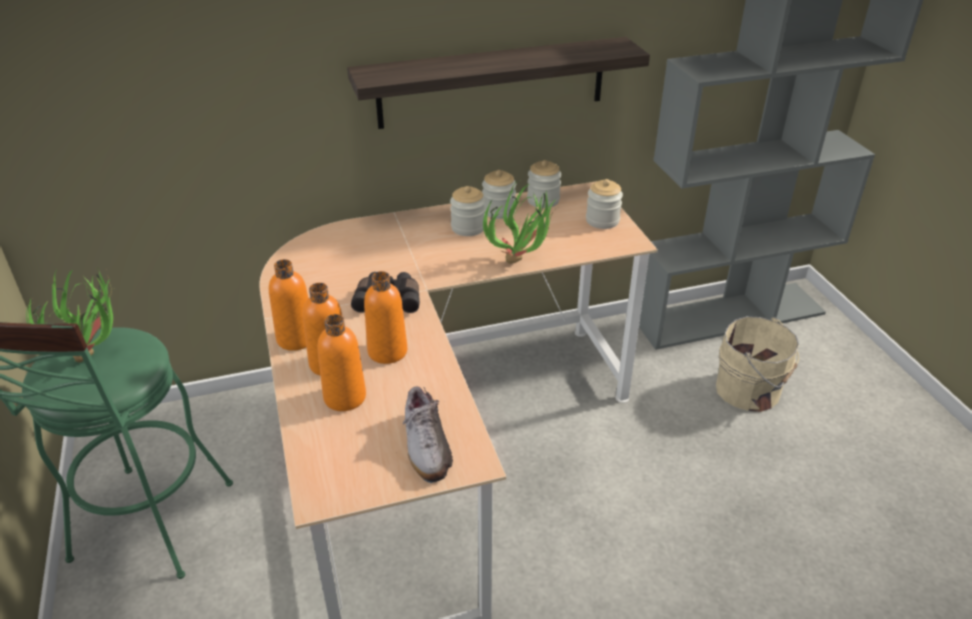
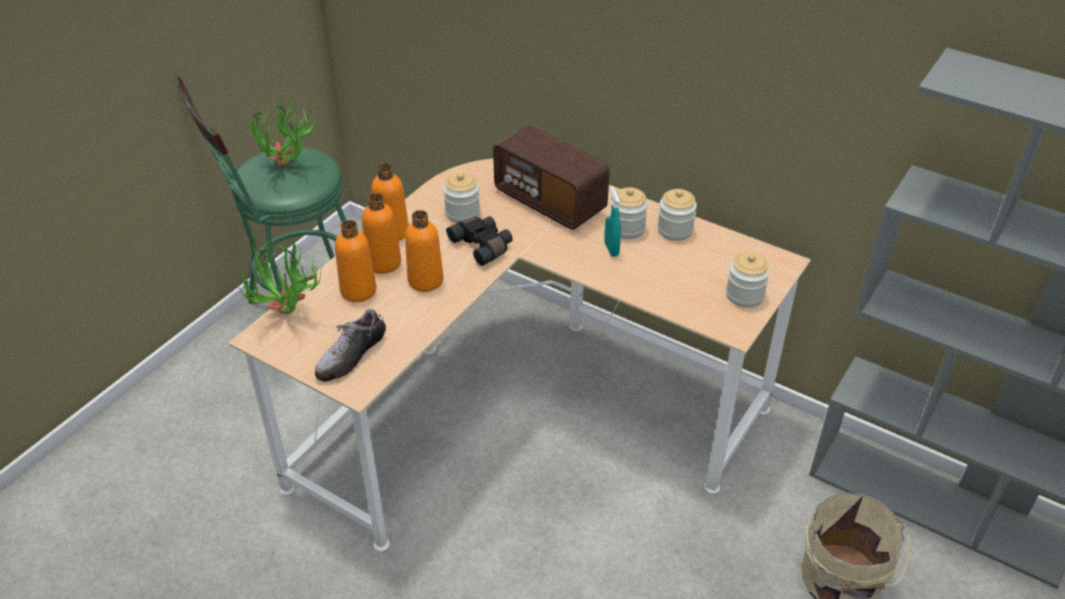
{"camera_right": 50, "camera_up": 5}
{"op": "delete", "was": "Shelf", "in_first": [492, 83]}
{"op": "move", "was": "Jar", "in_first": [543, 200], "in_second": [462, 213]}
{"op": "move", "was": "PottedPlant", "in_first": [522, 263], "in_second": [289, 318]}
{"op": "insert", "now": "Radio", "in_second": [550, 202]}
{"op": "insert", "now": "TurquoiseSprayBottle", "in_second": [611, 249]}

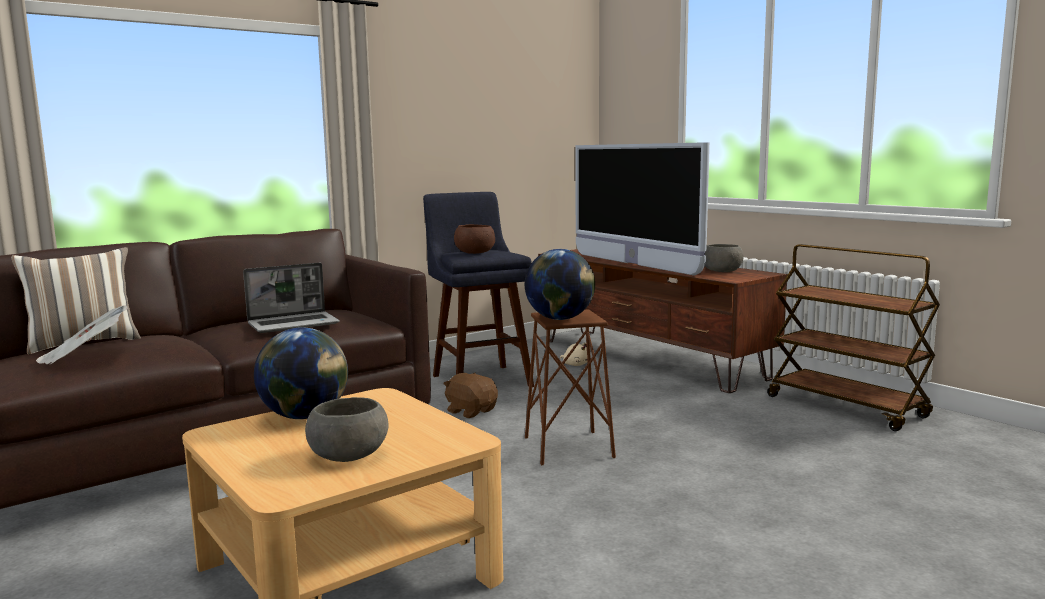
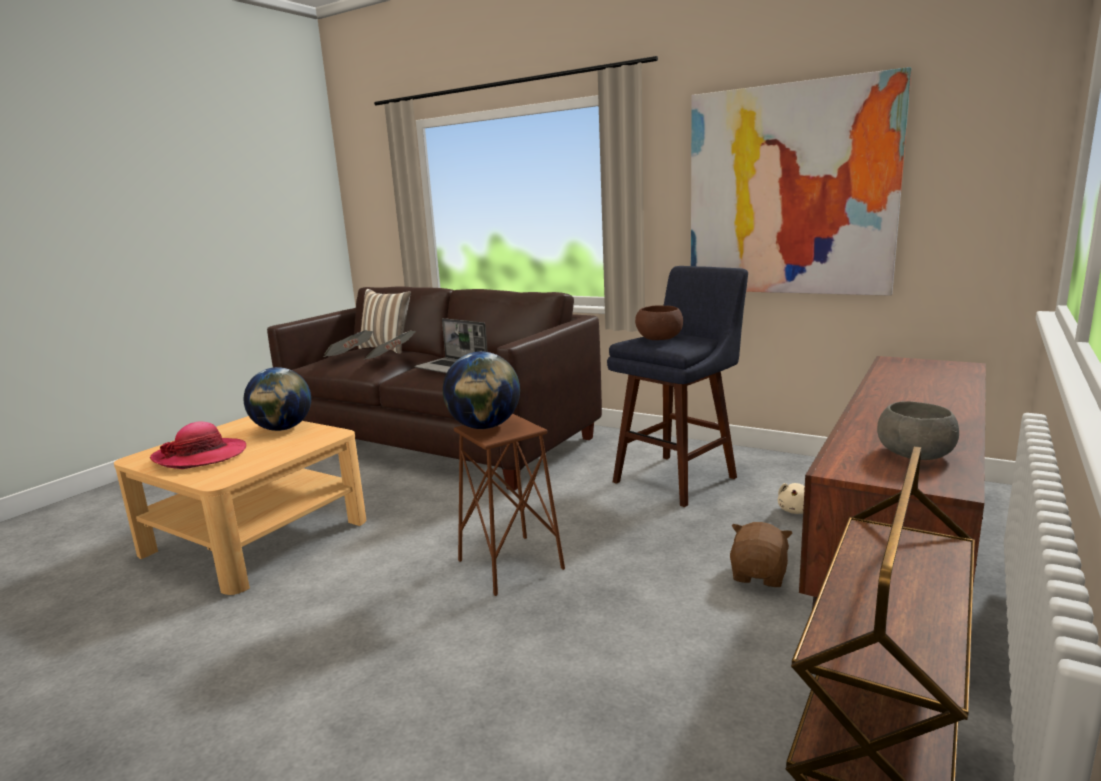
{"camera_right": 70, "camera_up": 5}
{"op": "delete", "was": "Television", "in_first": [634, 264]}
{"op": "move", "was": "BrownPlushToy", "in_first": [471, 411], "in_second": [759, 575]}
{"op": "replace", "was": "GreyBowl", "now": "Hat", "in_first": [349, 454], "in_second": [201, 456]}
{"op": "insert", "now": "Picture", "in_second": [789, 191]}
{"op": "insert", "now": "Newspaper", "in_second": [391, 359]}

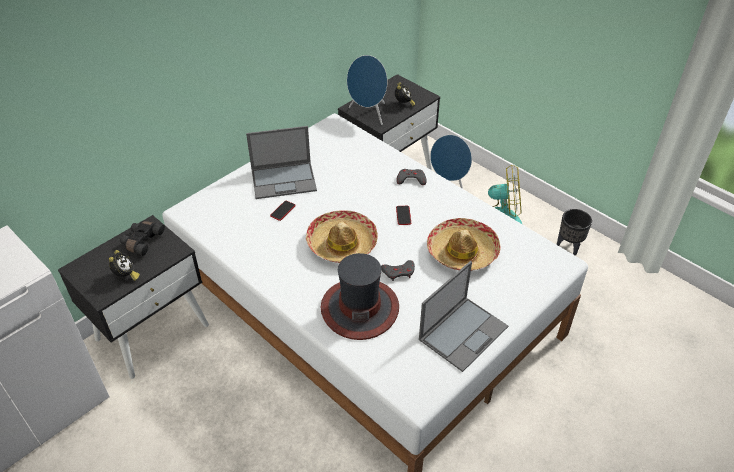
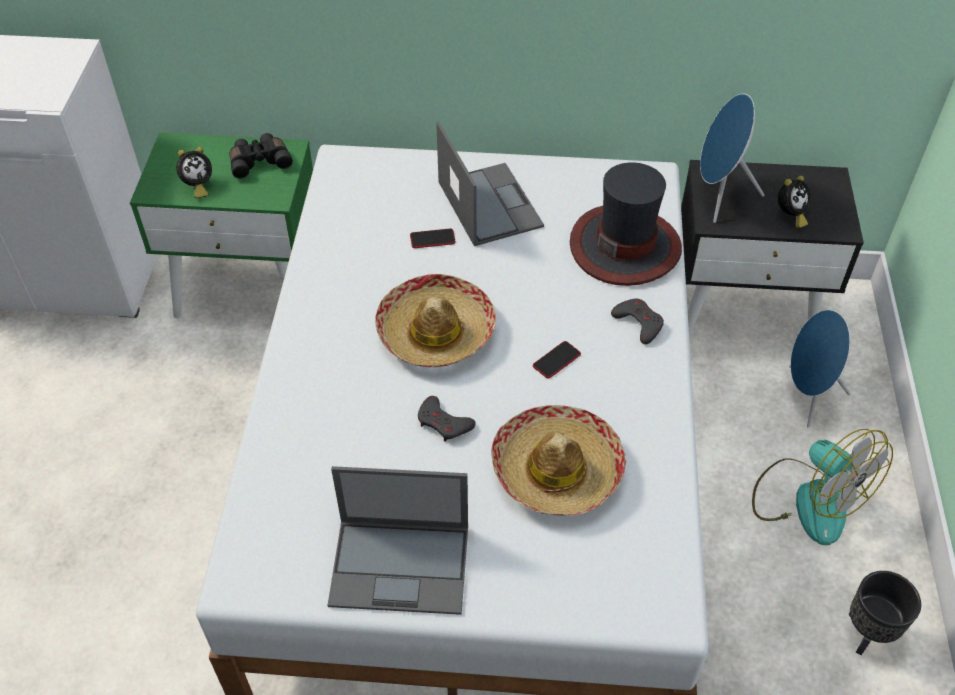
{"camera_right": 50, "camera_up": 5}
{"op": "rotate", "was": "Laptop", "in_first": [284, 180], "in_second": [488, 203], "clockwise": -150}
{"op": "recolor", "was": "BlackNightstand", "now": "GreenNightstand", "in_first": [152, 331], "in_second": [250, 285]}
{"op": "move", "was": "Hat", "in_first": [359, 308], "in_second": [625, 246]}

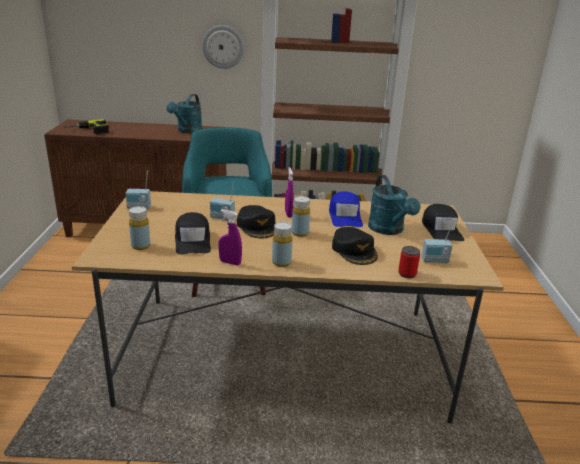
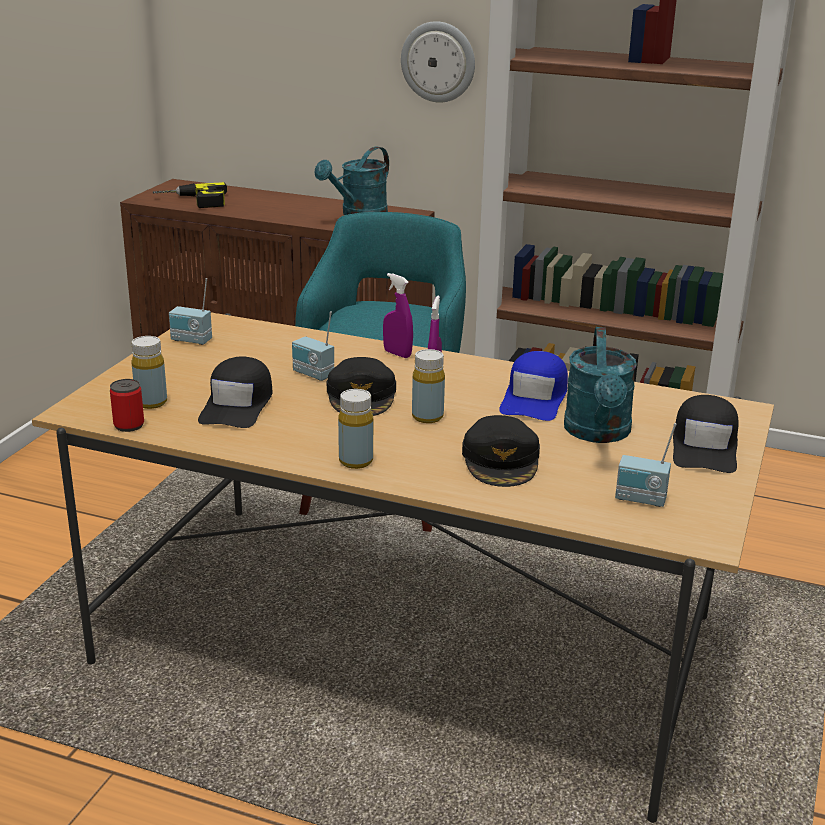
{"camera_right": 20, "camera_up": 0}
{"op": "move", "was": "PurpleSprayBottle", "in_first": [230, 262], "in_second": [397, 354]}
{"op": "move", "was": "Can", "in_first": [407, 274], "in_second": [129, 425]}

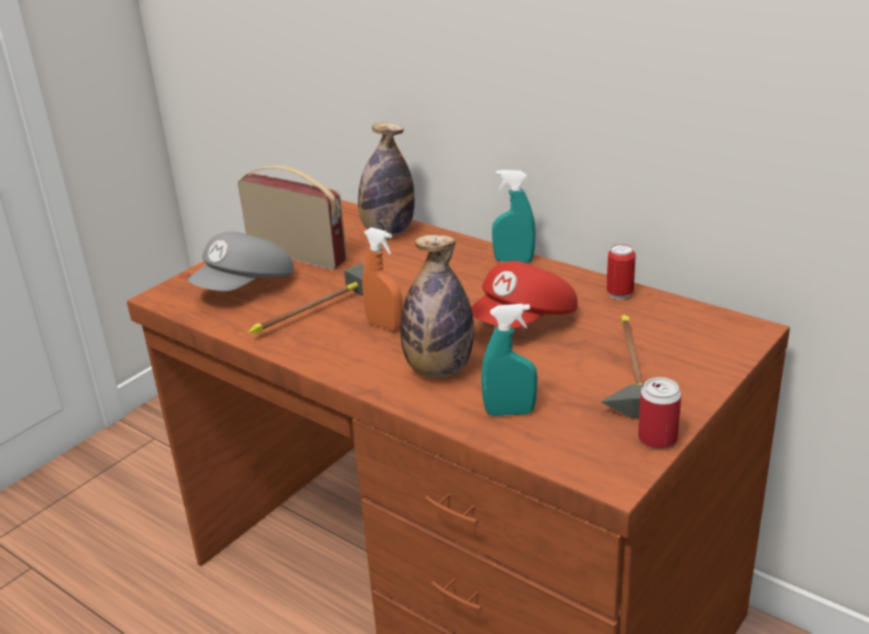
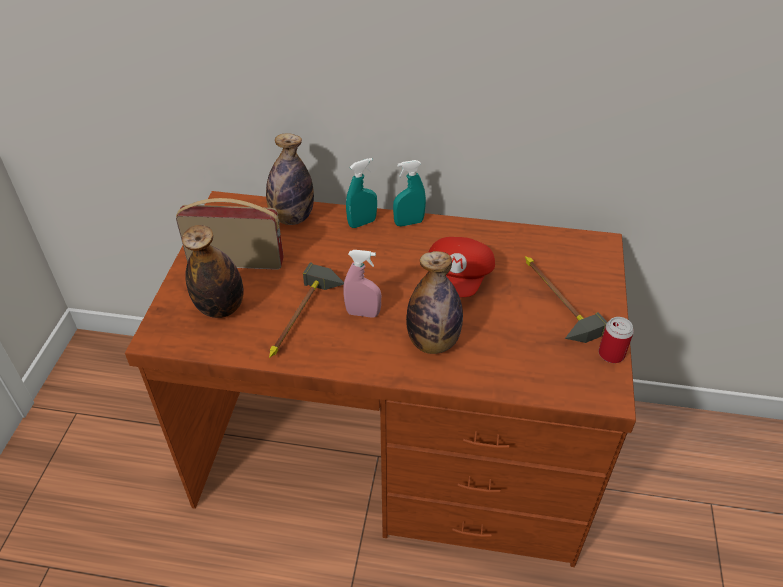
{"camera_right": -30, "camera_up": 15}
{"op": "recolor", "was": "OrangeSprayBottle", "now": "PinkSprayBottle", "in_first": [385, 325], "in_second": [363, 313]}
{"op": "replace", "was": "GreyCap", "now": "Bottle", "in_first": [246, 287], "in_second": [221, 307]}
{"op": "delete", "was": "Can", "in_first": [619, 294]}
{"op": "move", "was": "TurquoiseSprayBottle", "in_first": [510, 412], "in_second": [362, 223]}

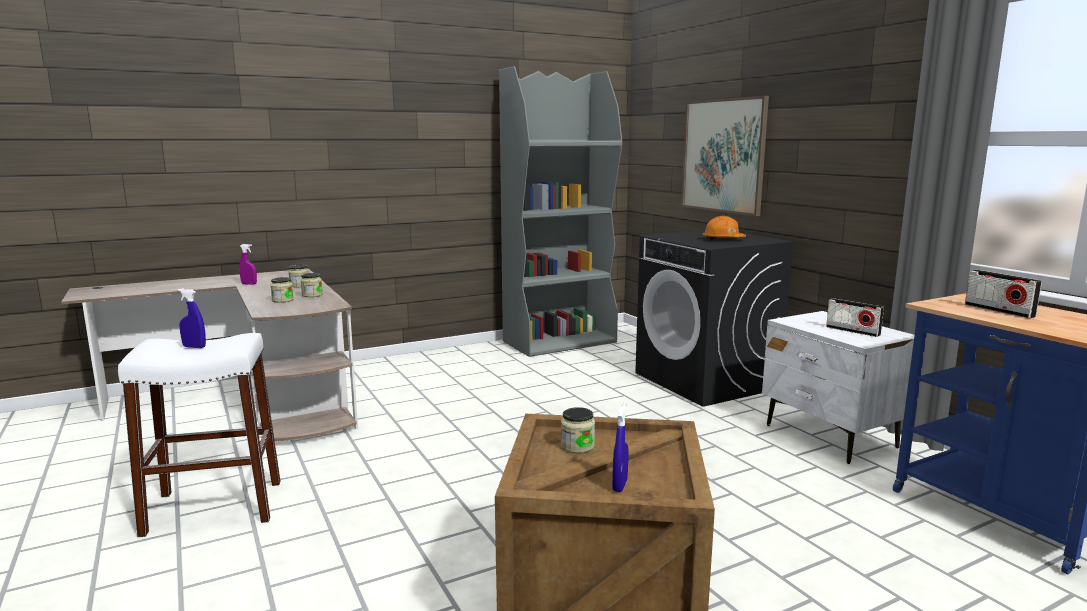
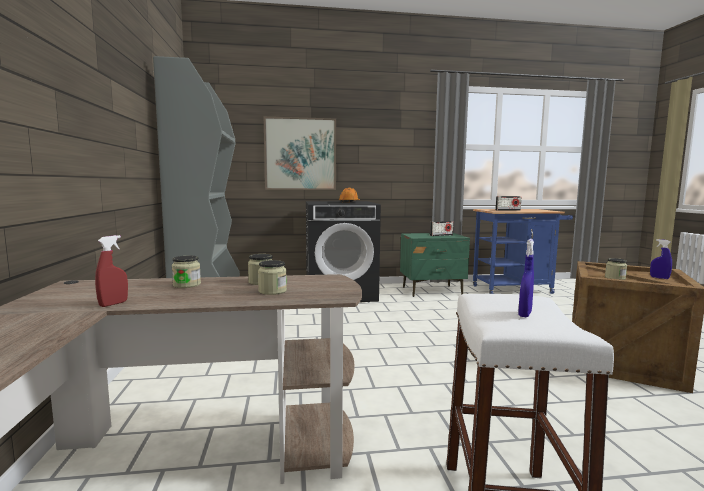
{"camera_right": -70, "camera_up": -5}
{"op": "recolor", "was": "PurpleSprayBottle", "now": "RedSprayBottle", "in_first": [249, 284], "in_second": [113, 304]}
{"op": "recolor", "was": "WhiteNightstand", "now": "GreenNightstand", "in_first": [830, 436], "in_second": [432, 291]}

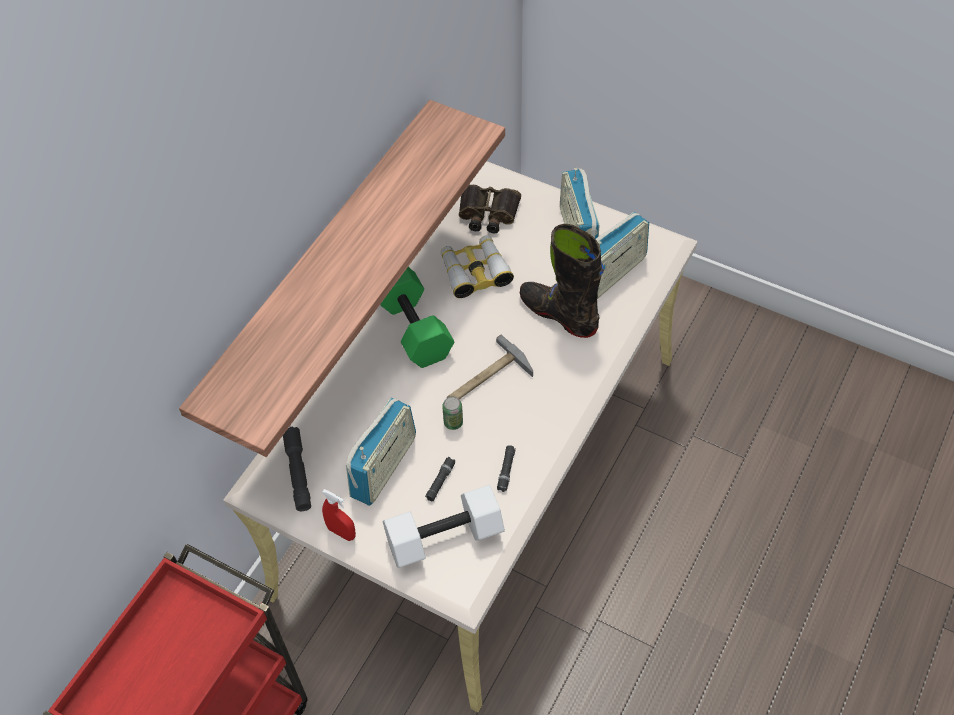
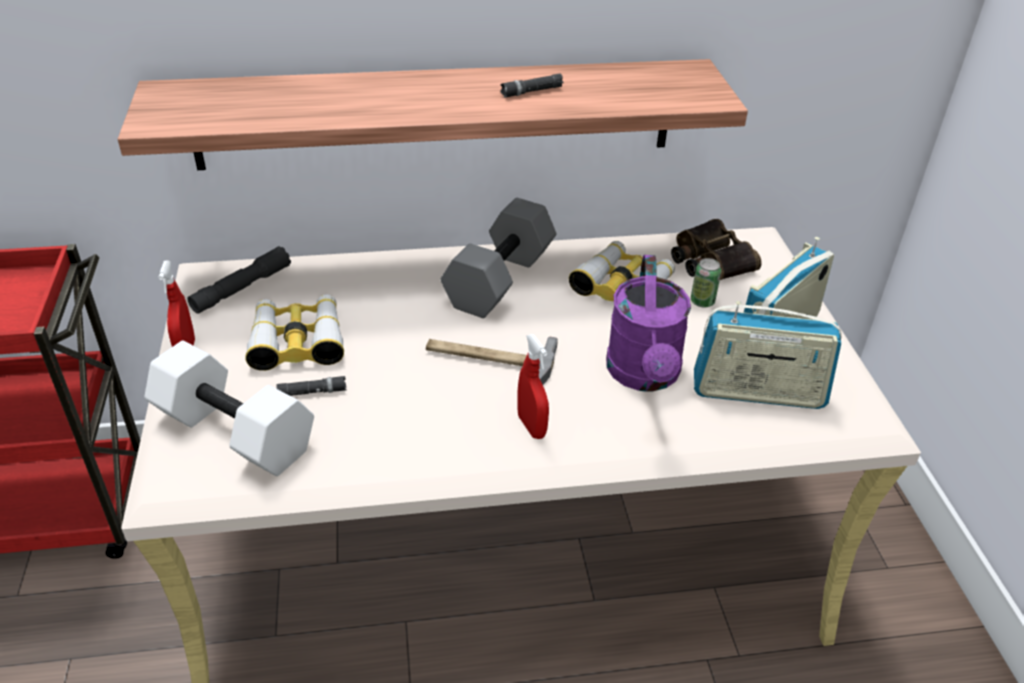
{"camera_right": 50, "camera_up": -15}
{"op": "replace", "was": "BlackBoot", "now": "PurpleWateringCan", "in_first": [559, 314], "in_second": [645, 376]}
{"op": "recolor", "was": "GreenDumbbell", "now": "GreyDumbbell", "in_first": [416, 328], "in_second": [501, 281]}
{"op": "move", "was": "Can", "in_first": [453, 422], "in_second": [702, 302]}
{"op": "replace", "was": "Radio", "now": "Binoculars", "in_first": [384, 467], "in_second": [297, 341]}
{"op": "move", "was": "BlackFlashlight", "in_first": [506, 471], "in_second": [531, 91]}
{"op": "insert", "now": "RedSprayBottle", "in_second": [531, 426]}

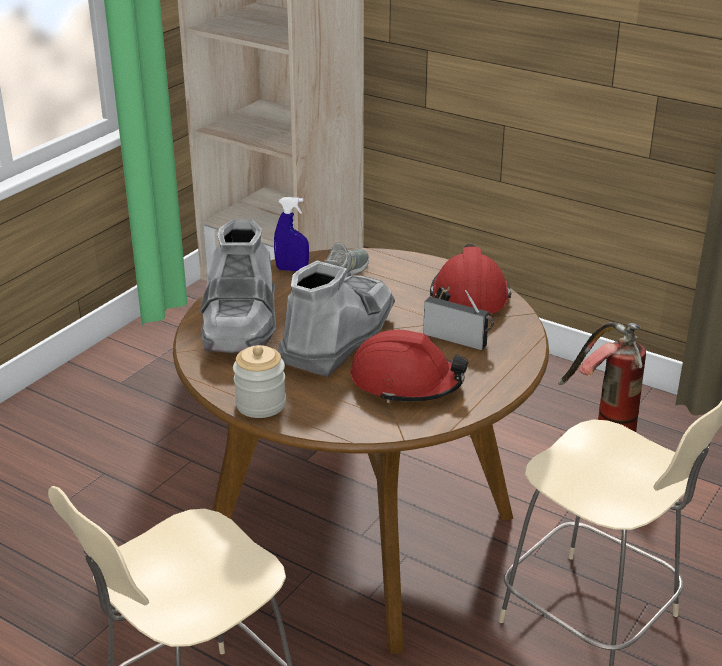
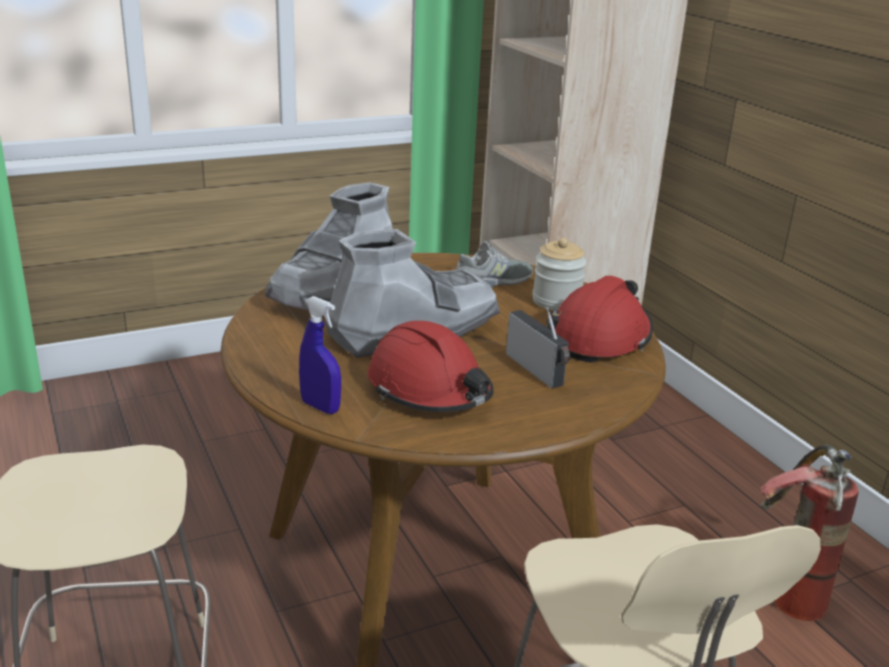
{"camera_right": 30, "camera_up": -5}
{"op": "move", "was": "BlueSprayBottle", "in_first": [292, 269], "in_second": [320, 407]}
{"op": "move", "was": "Jar", "in_first": [260, 404], "in_second": [556, 301]}

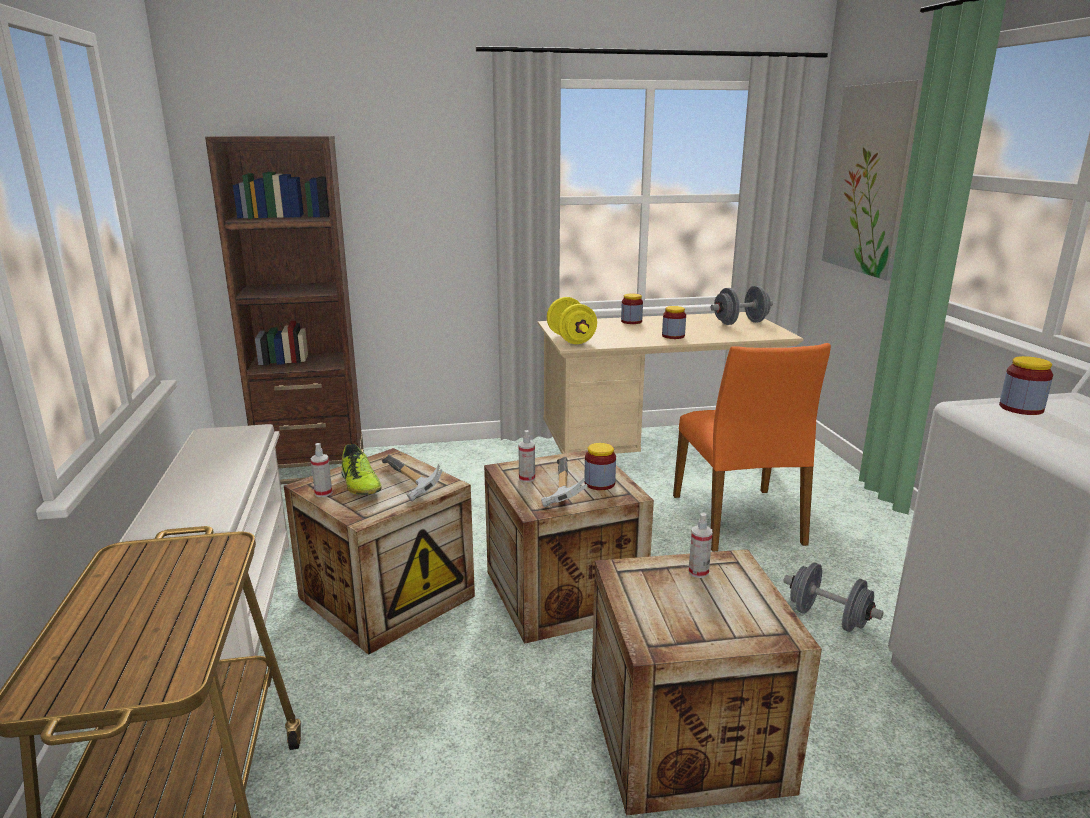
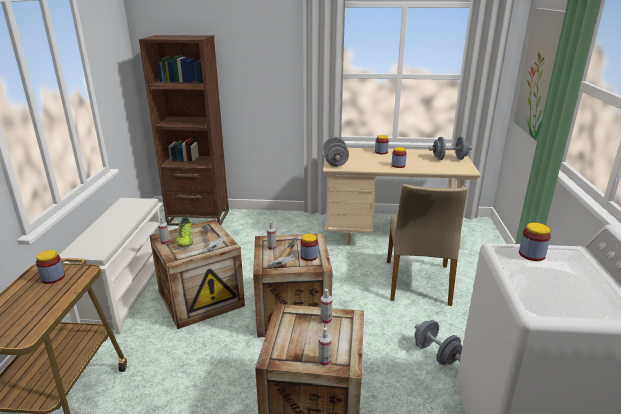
{"camera_right": 15, "camera_up": 5}
{"op": "recolor", "was": "YellowDumbbell", "now": "GreyDumbbell", "in_first": [571, 339], "in_second": [335, 162]}
{"op": "recolor", "was": "OrangeChair", "now": "BeigeChair", "in_first": [739, 519], "in_second": [418, 282]}
{"op": "insert", "now": "Jar", "in_second": [53, 278]}
{"op": "insert", "now": "SprayBottle", "in_second": [324, 361]}

